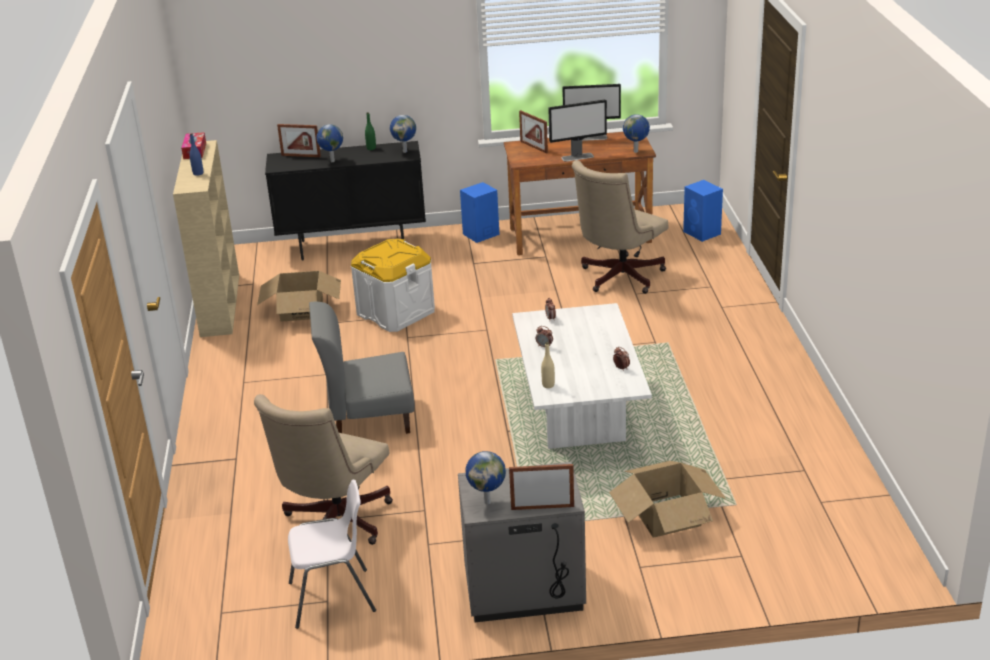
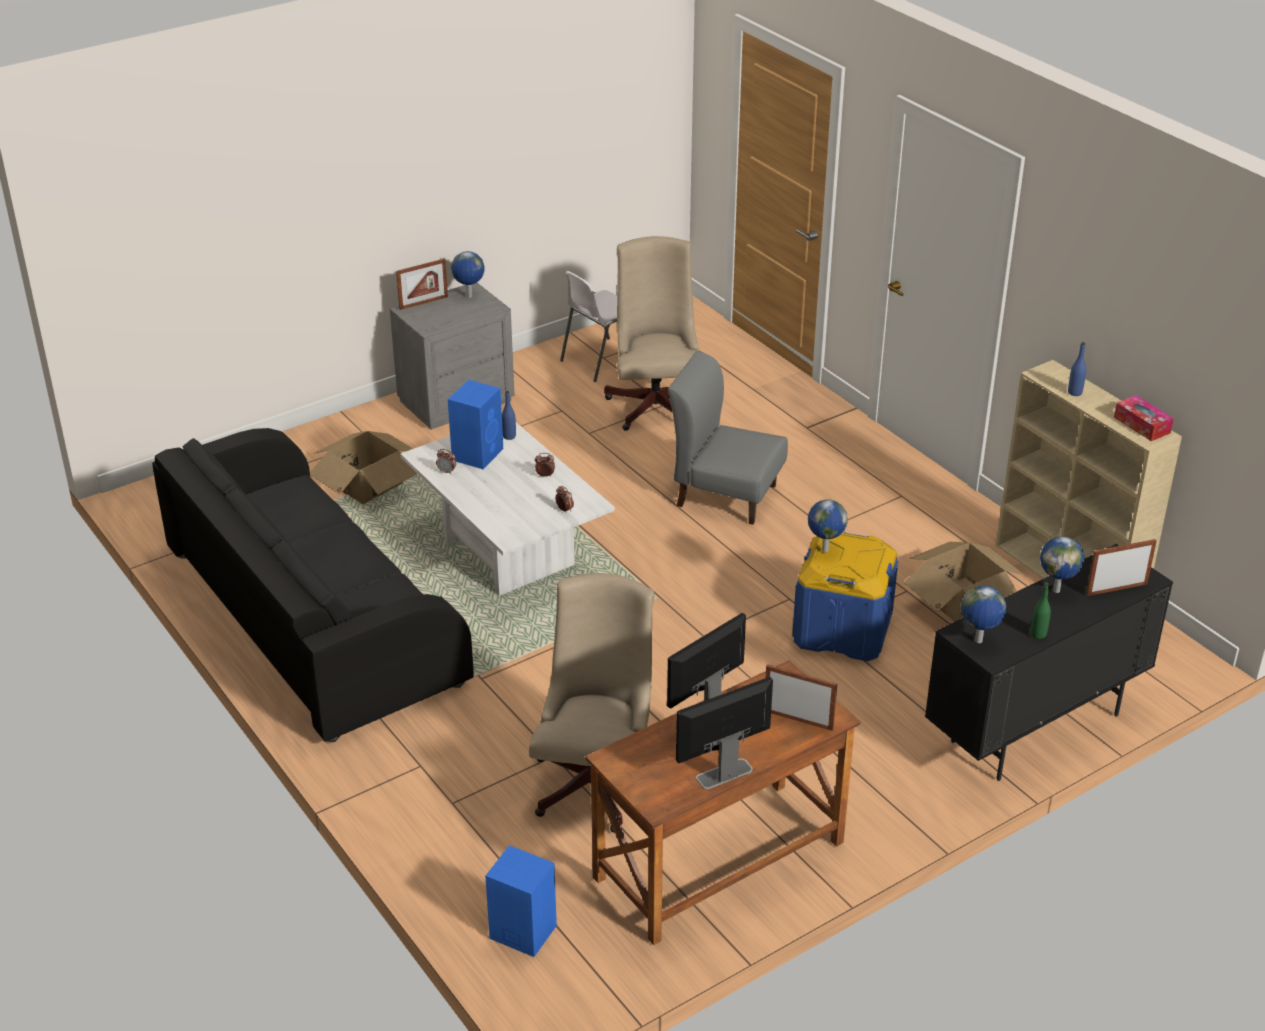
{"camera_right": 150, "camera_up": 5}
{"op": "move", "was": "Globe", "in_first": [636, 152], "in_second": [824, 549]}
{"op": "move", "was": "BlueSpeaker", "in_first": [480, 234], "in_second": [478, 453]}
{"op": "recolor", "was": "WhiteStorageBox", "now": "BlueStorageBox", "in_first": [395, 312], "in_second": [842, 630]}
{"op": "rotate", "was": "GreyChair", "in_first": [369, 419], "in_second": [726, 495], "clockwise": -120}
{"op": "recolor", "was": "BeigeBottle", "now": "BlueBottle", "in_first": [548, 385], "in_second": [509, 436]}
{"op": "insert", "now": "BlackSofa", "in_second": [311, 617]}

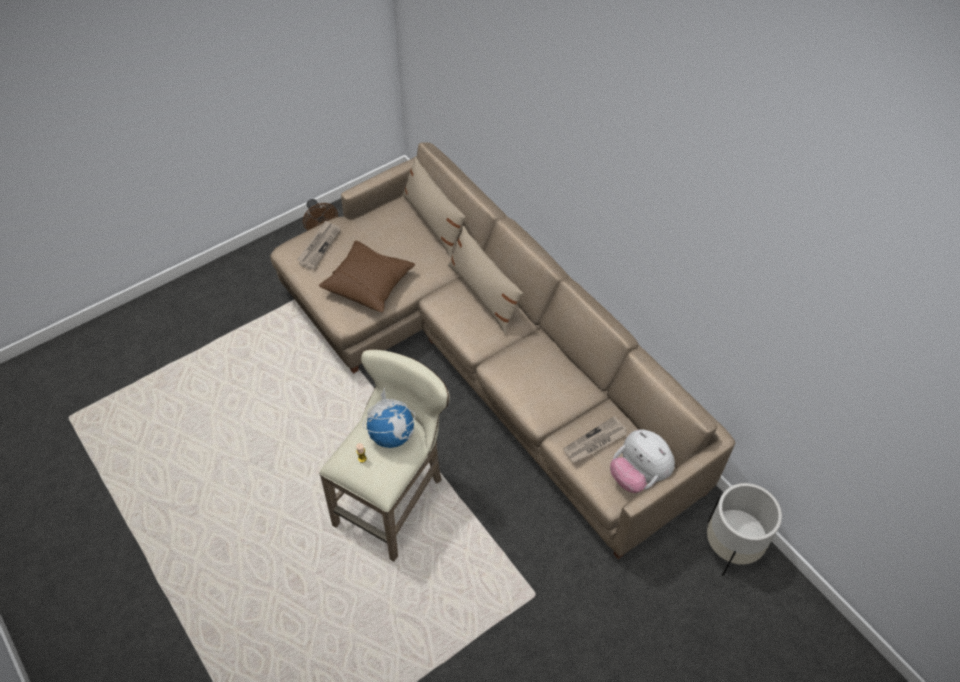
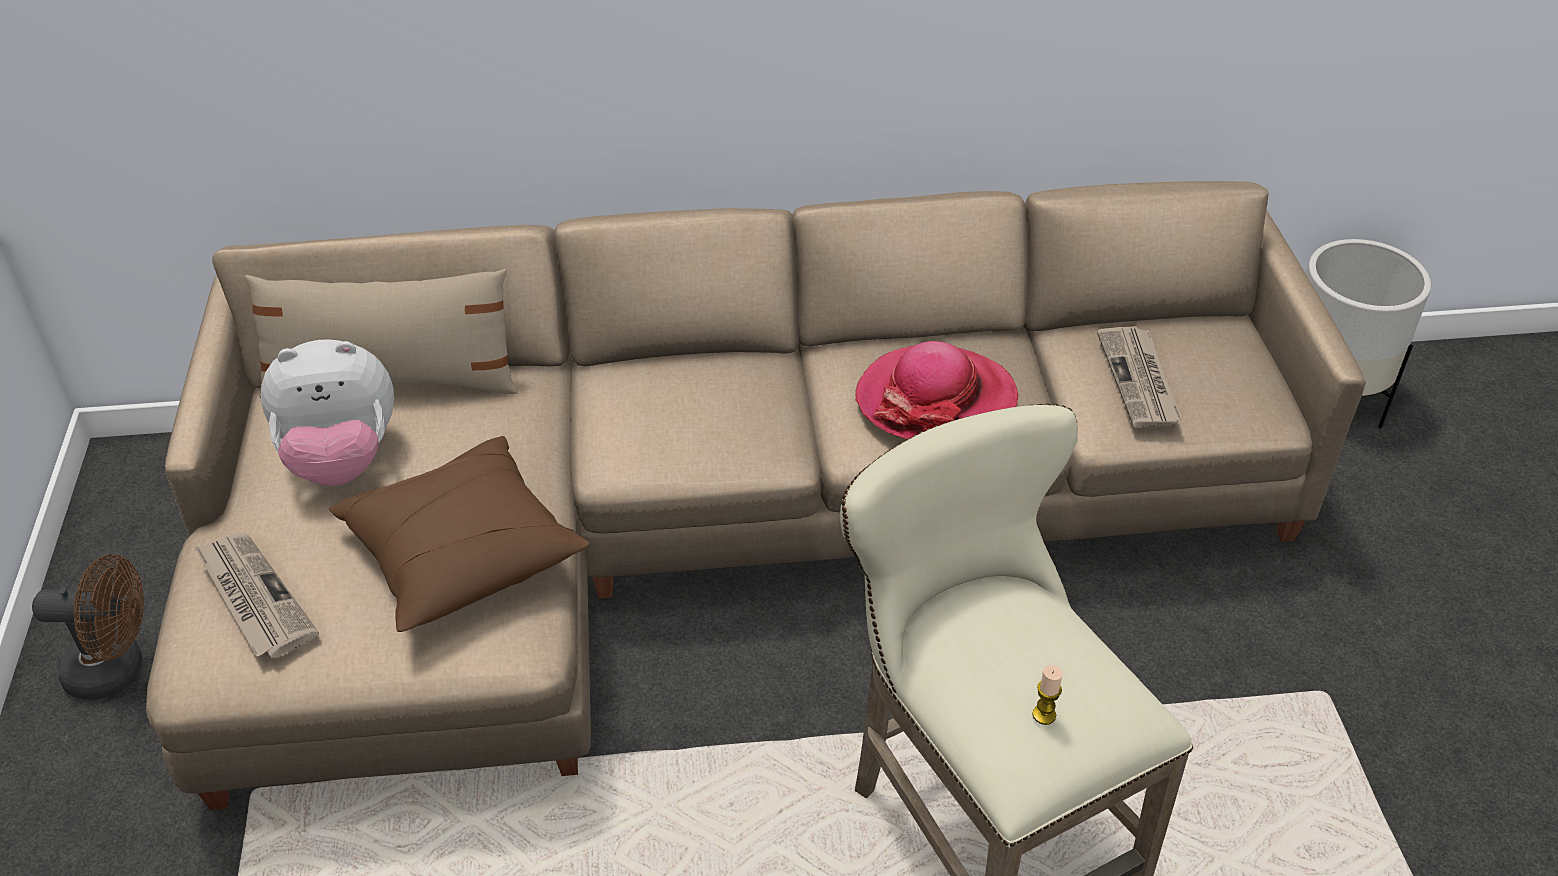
{"camera_right": -60, "camera_up": -10}
{"op": "delete", "was": "BeigePillow", "in_first": [484, 294]}
{"op": "delete", "was": "Globe", "in_first": [392, 435]}
{"op": "move", "was": "PlushToy", "in_first": [638, 476], "in_second": [342, 459]}
{"op": "insert", "now": "Hat", "in_second": [936, 400]}

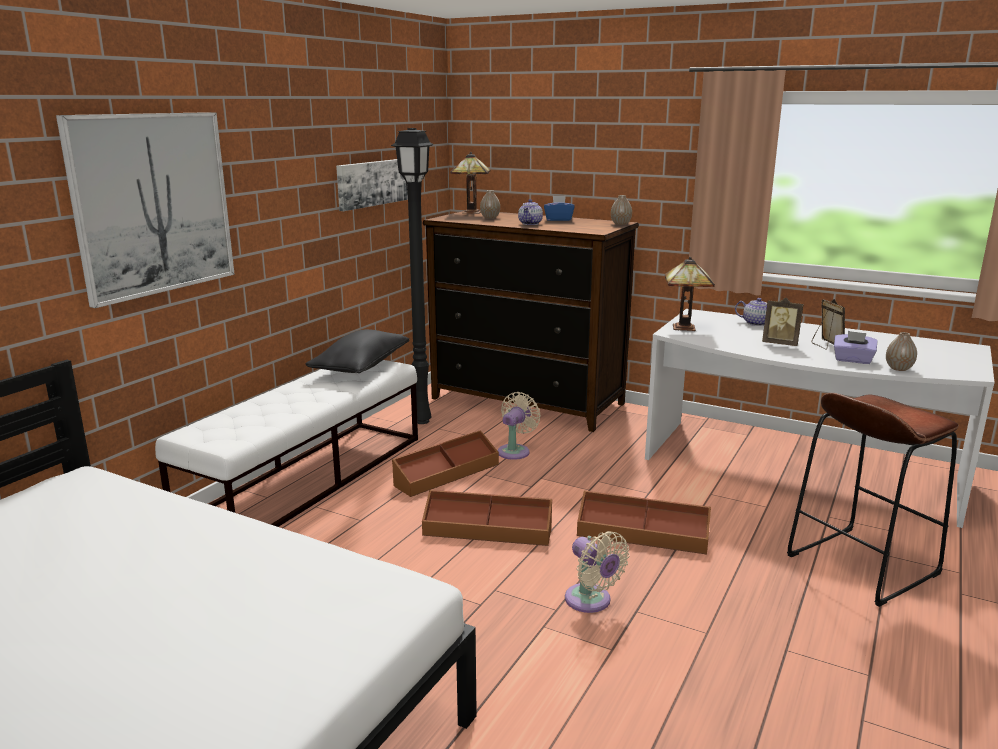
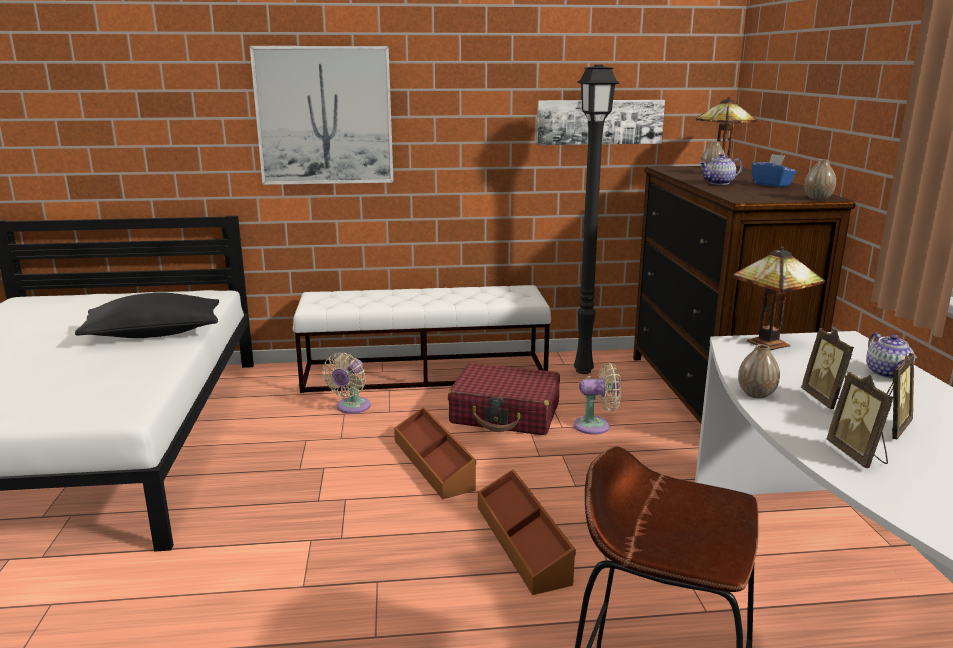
{"camera_right": 55, "camera_up": 0}
{"op": "move", "was": "BlackPillow", "in_first": [361, 367], "in_second": [154, 334]}
{"op": "replace", "was": "PurpleTissueBox", "now": "PictureFrame", "in_first": [852, 360], "in_second": [858, 455]}
{"op": "move", "was": "Vase", "in_first": [898, 368], "in_second": [756, 394]}
{"op": "replace", "was": "BrownStorageBox", "now": "RedSuitcase", "in_first": [446, 474], "in_second": [505, 414]}
{"op": "move", "was": "BeigeFan", "in_first": [591, 601], "in_second": [351, 407]}

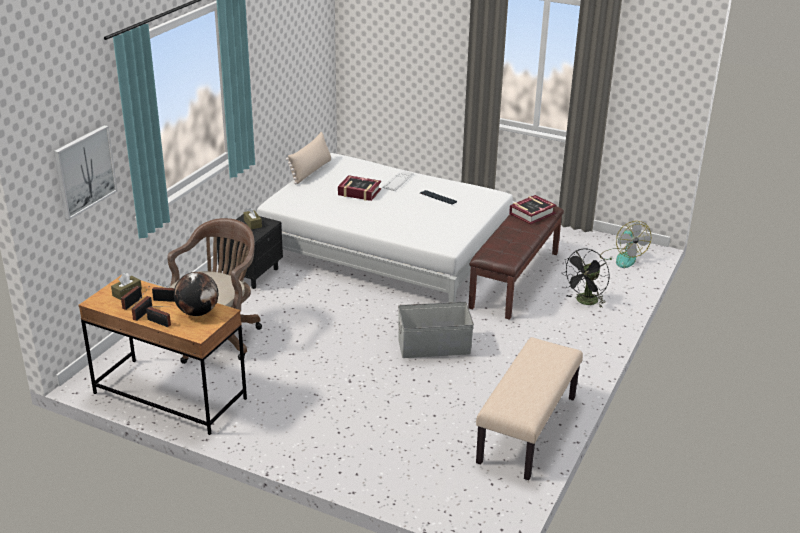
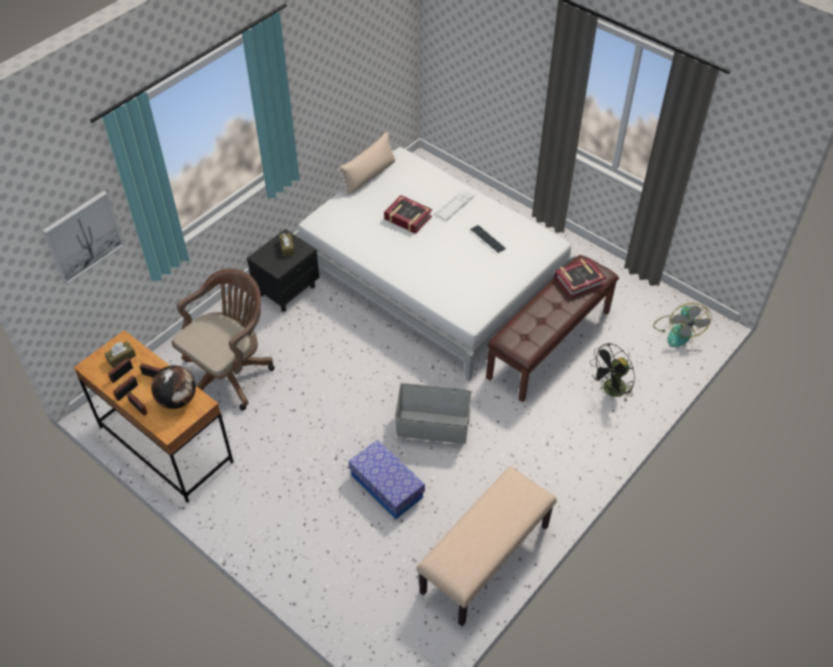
{"camera_right": 15, "camera_up": 20}
{"op": "insert", "now": "StorageBox", "in_second": [386, 486]}

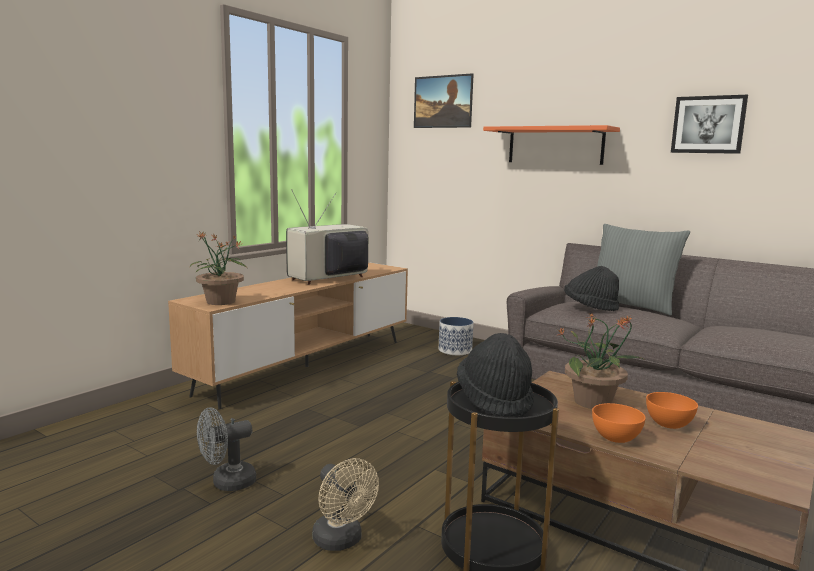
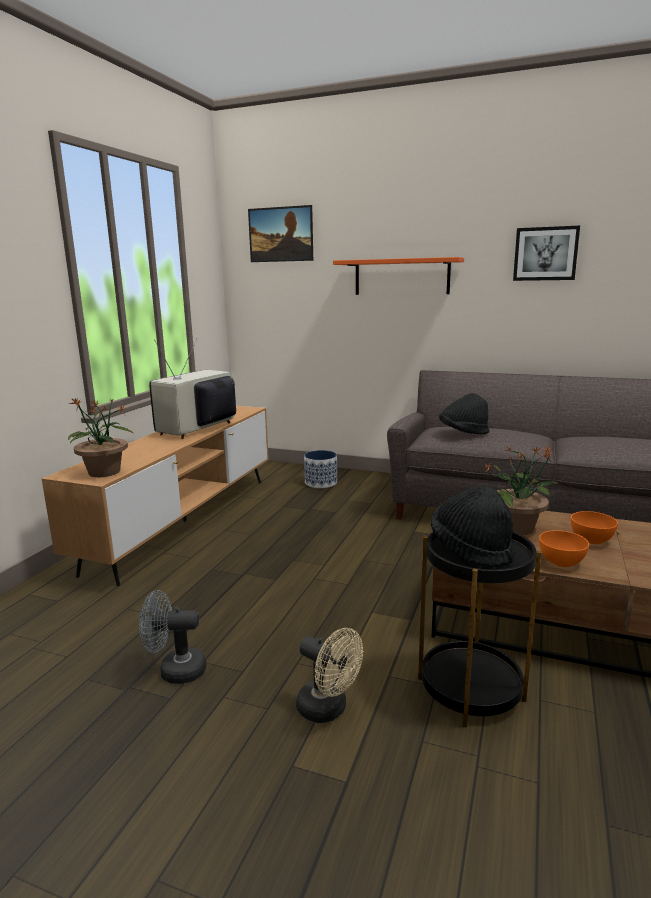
{"camera_right": -15, "camera_up": 5}
{"op": "delete", "was": "GreyPillow", "in_first": [631, 305]}
{"op": "rotate", "was": "GreyFan", "in_first": [227, 483], "in_second": [175, 670], "clockwise": 45}

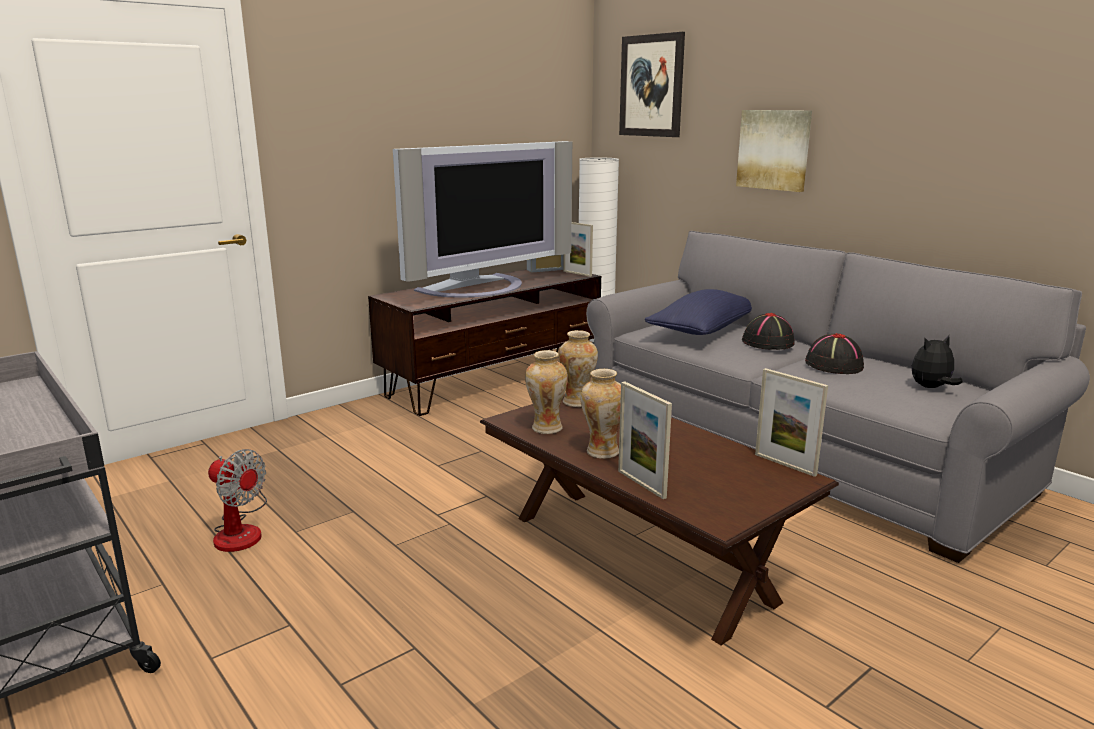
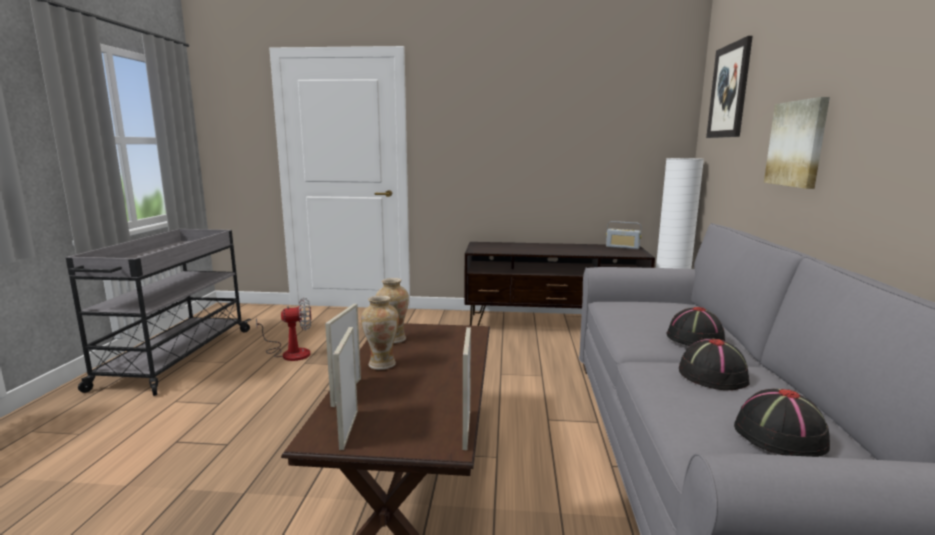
{"camera_right": 45, "camera_up": -5}
{"op": "delete", "was": "Television", "in_first": [480, 287]}
{"op": "move", "was": "PictureFrame", "in_first": [577, 273], "in_second": [348, 429]}
{"op": "delete", "was": "BluePillow", "in_first": [702, 330]}
{"op": "delete", "was": "Vase", "in_first": [577, 402]}
{"op": "replace", "was": "PlushToy", "now": "BlackHat", "in_first": [931, 388], "in_second": [779, 436]}
{"op": "rotate", "was": "Fan", "in_first": [241, 530], "in_second": [290, 353], "clockwise": -90}

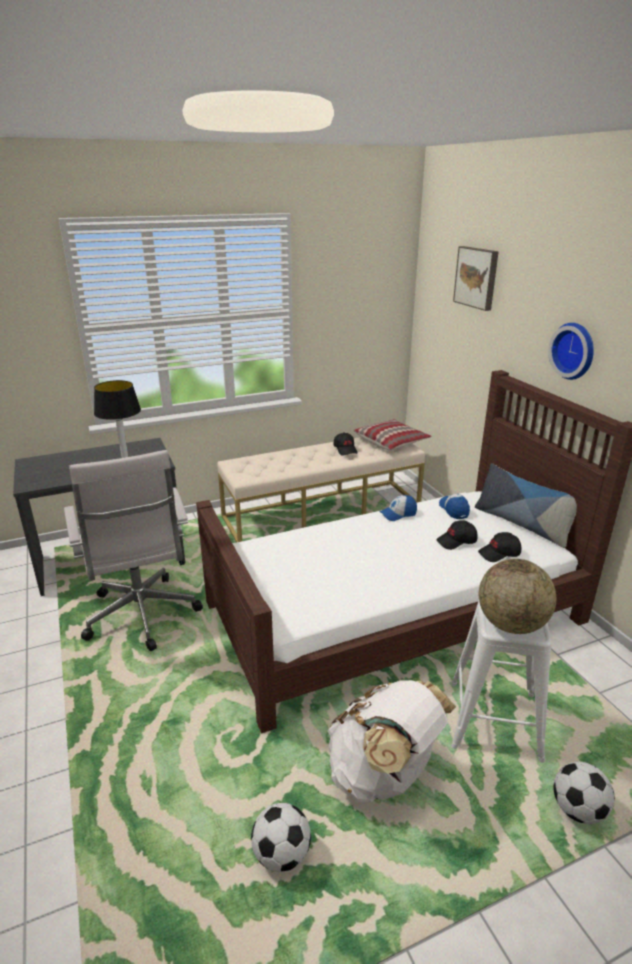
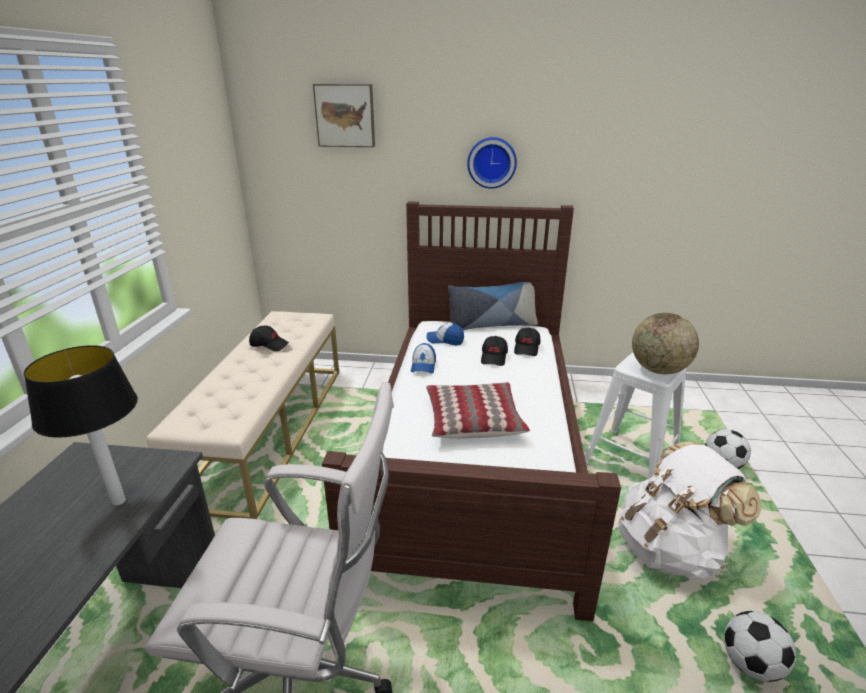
{"camera_right": -60, "camera_up": 0}
{"op": "move", "was": "Pillow", "in_first": [391, 442], "in_second": [473, 420]}

